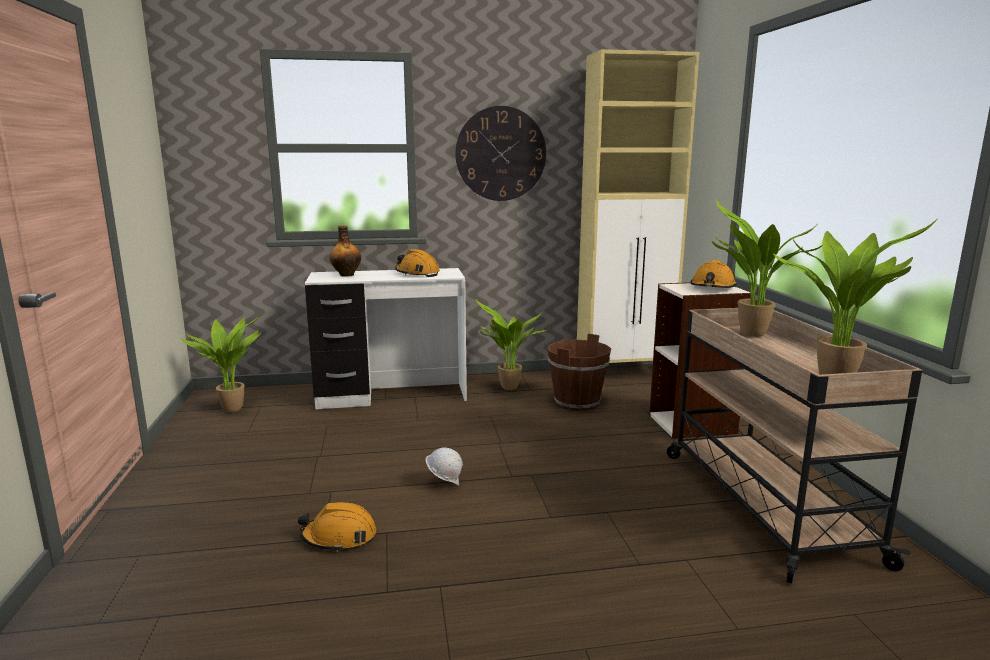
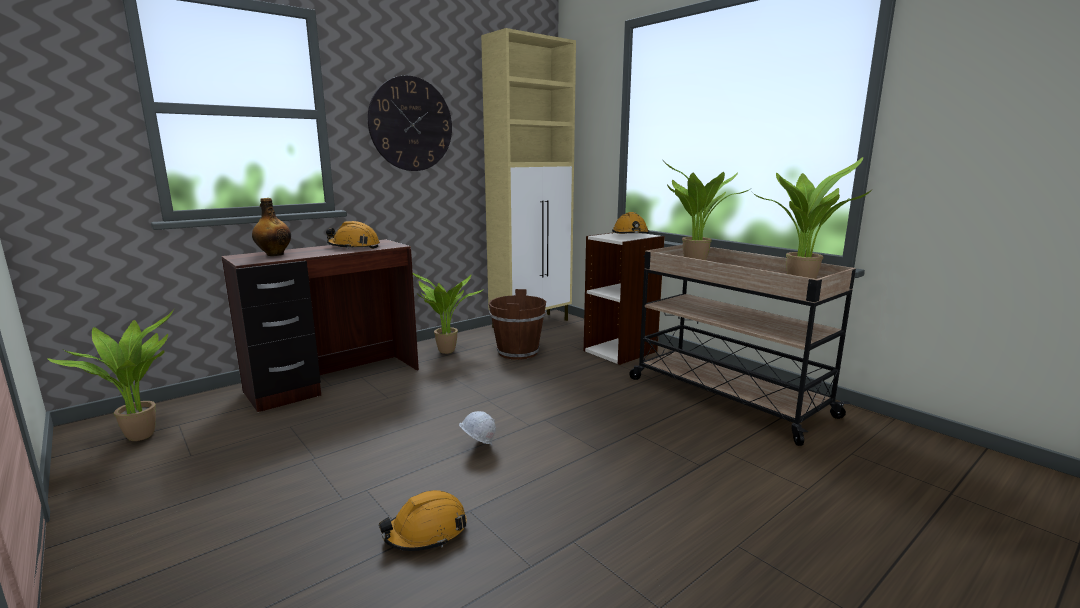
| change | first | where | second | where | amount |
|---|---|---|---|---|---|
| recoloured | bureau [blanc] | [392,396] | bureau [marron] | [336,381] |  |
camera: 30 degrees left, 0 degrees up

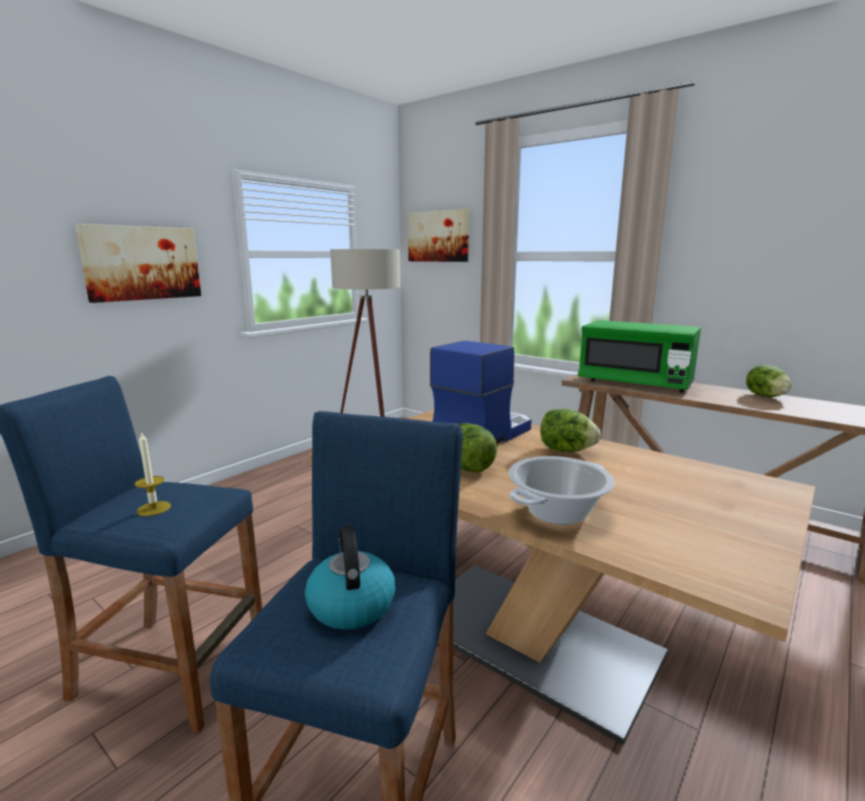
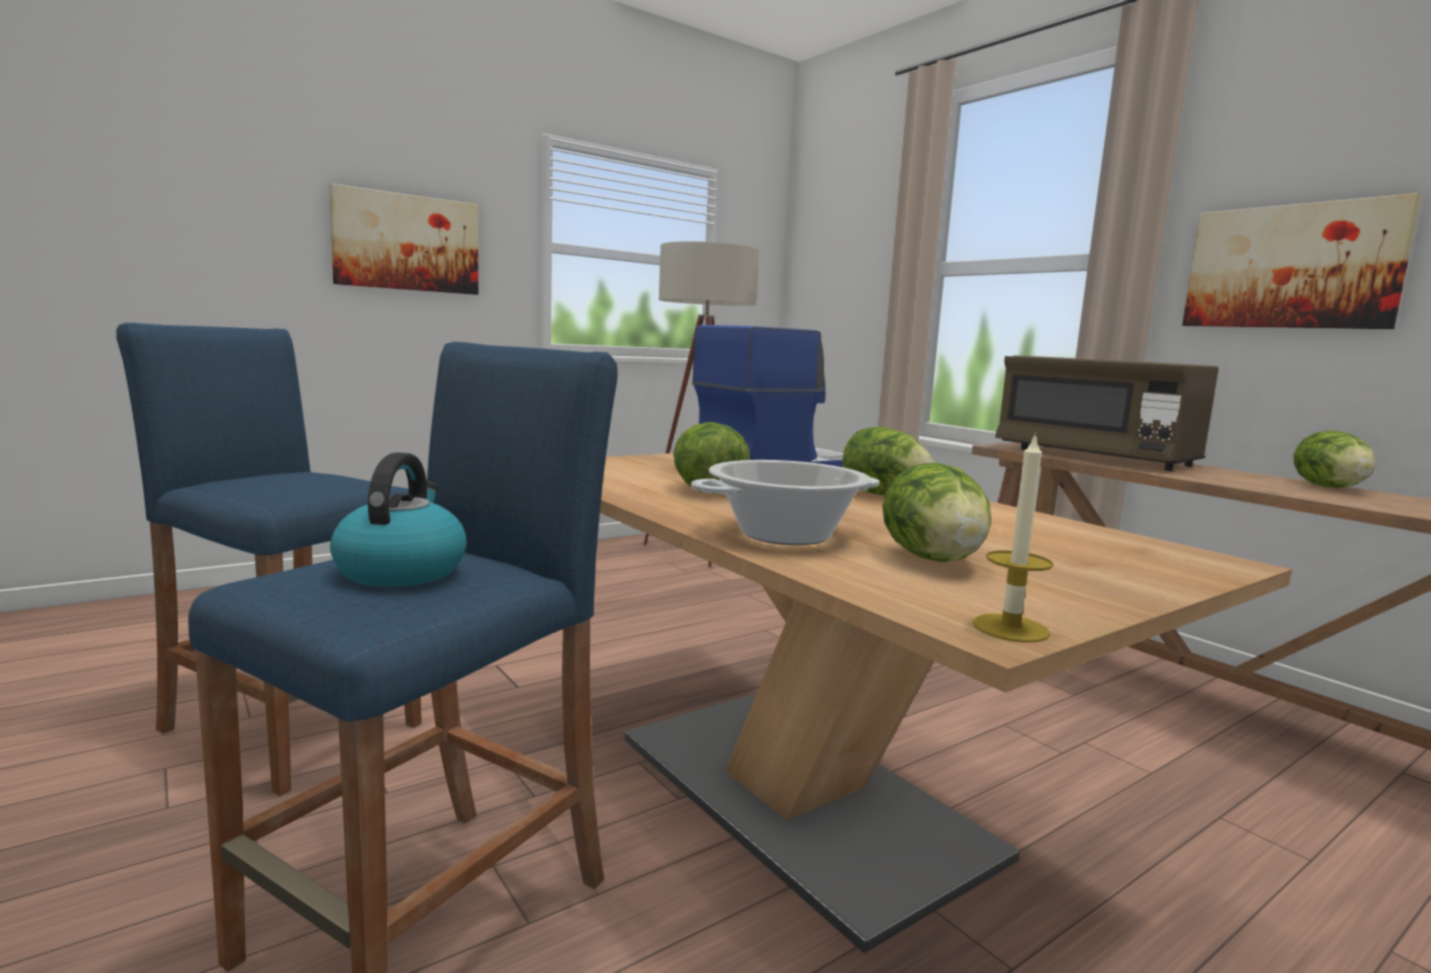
| change | first | where | second | where | amount |
|---|---|---|---|---|---|
| added |  |  | laitue | [933,559] |  |
| moved | bougie | [154,508] |  | [1010,628] |  |
| moved | tableau | [438,236] |  | [1292,267] |  |
| recoloured | micro-ondes [vert] | [635,383] | micro-ondes [marron] | [1095,457] |  |
camera: 15 degrees right, 5 degrees down

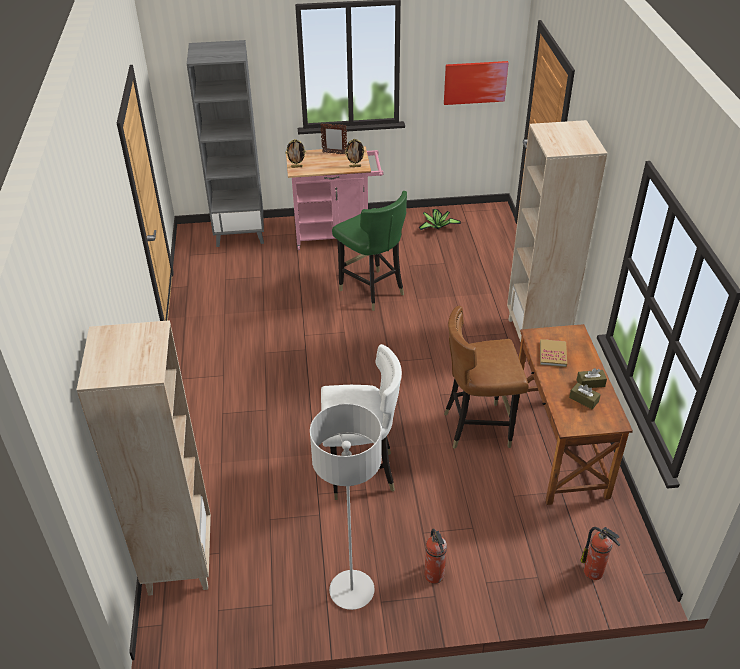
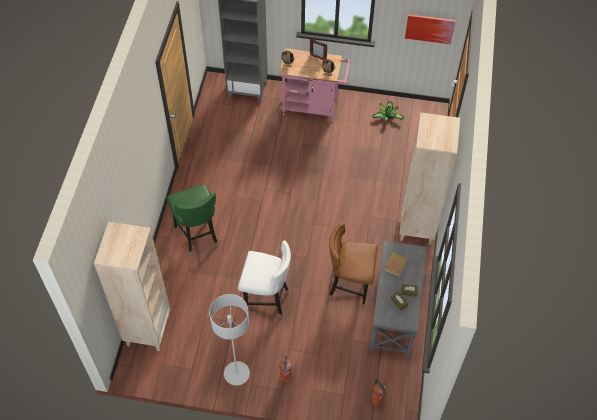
| change | first | where | second | where | amount |
|---|---|---|---|---|---|
| moved | chaise [vert] | [372,290] |  | [197,236] |  |
| recoloured | bureau [marron] | [559,447] | bureau [gris] | [394,314] |  |
camera: 15 degrees right, 15 degrees up

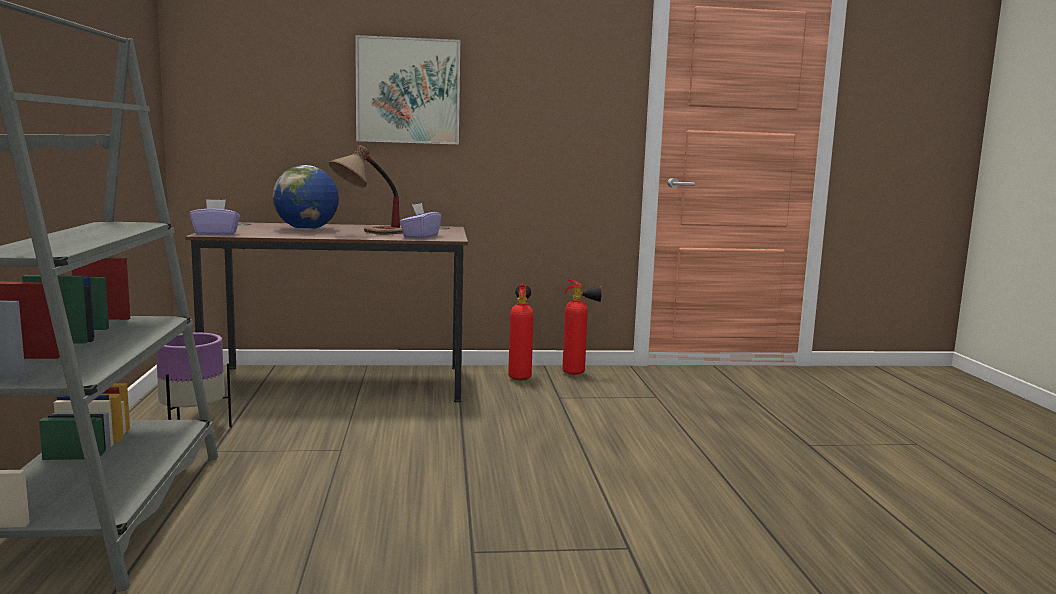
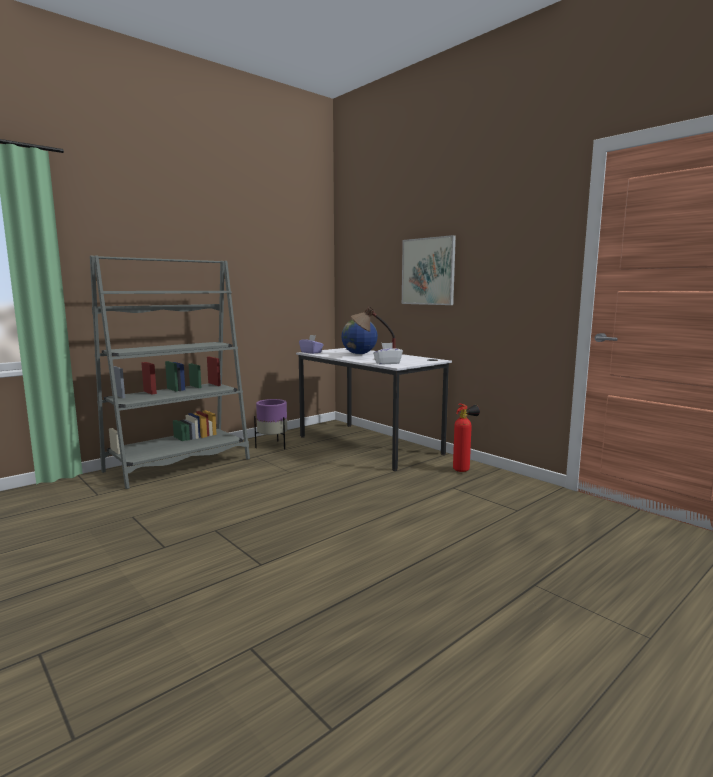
| change | first | where | second | where | amount |
|---|---|---|---|---|---|
| removed | extincteur | [579,373] |  |  |  |
| recoloured | bureau [marron] | [339,384] | bureau [blanc] | [369,445] |  |
| recoloured | boîte à mouchoirs [violet] | [420,236] | boîte à mouchoirs [blanc] | [387,363] |  |
camera: 55 degrees right, 0 degrees up

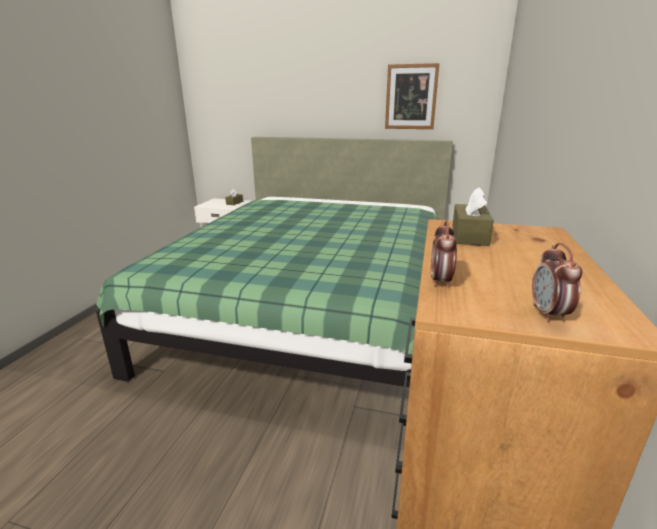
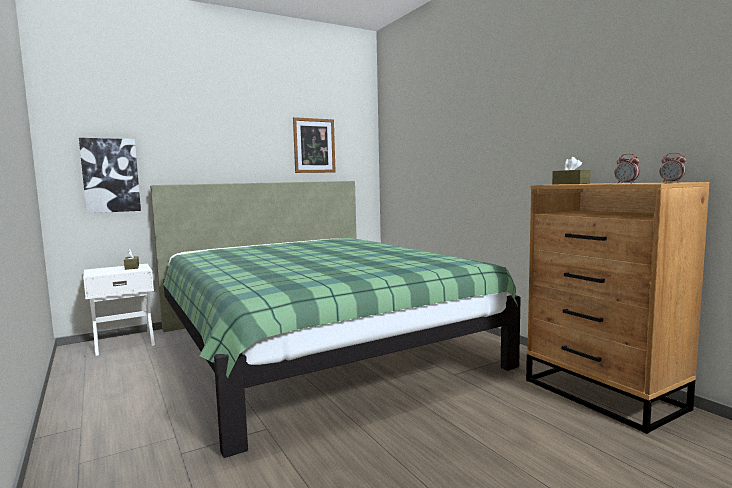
| change | first | where | second | where | amount |
|---|---|---|---|---|---|
| added |  |  | tableau | [110,175] |  |
camera: 45 degrees left, 15 degrees down

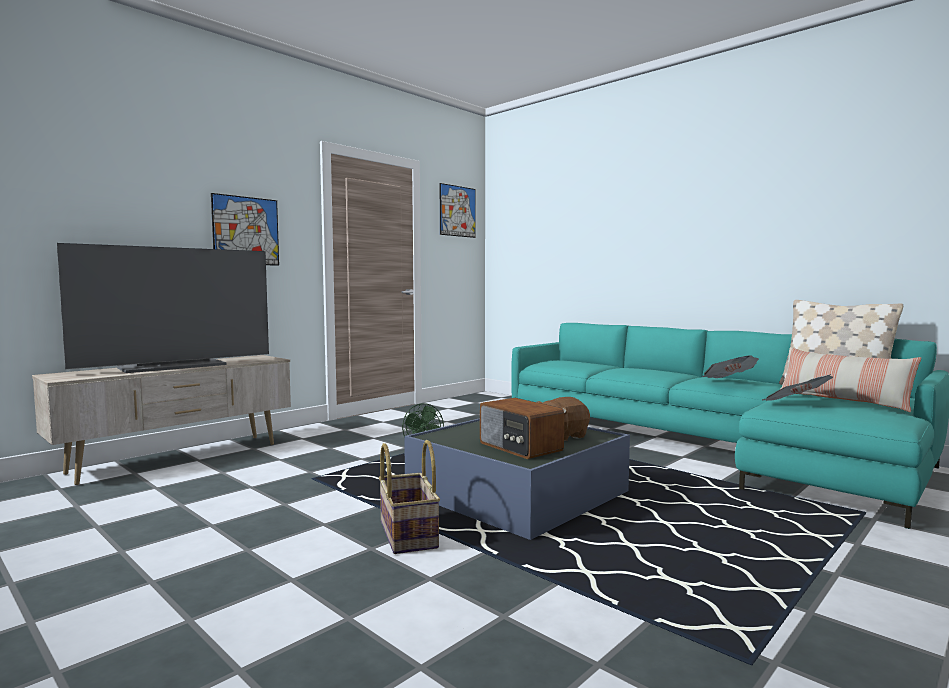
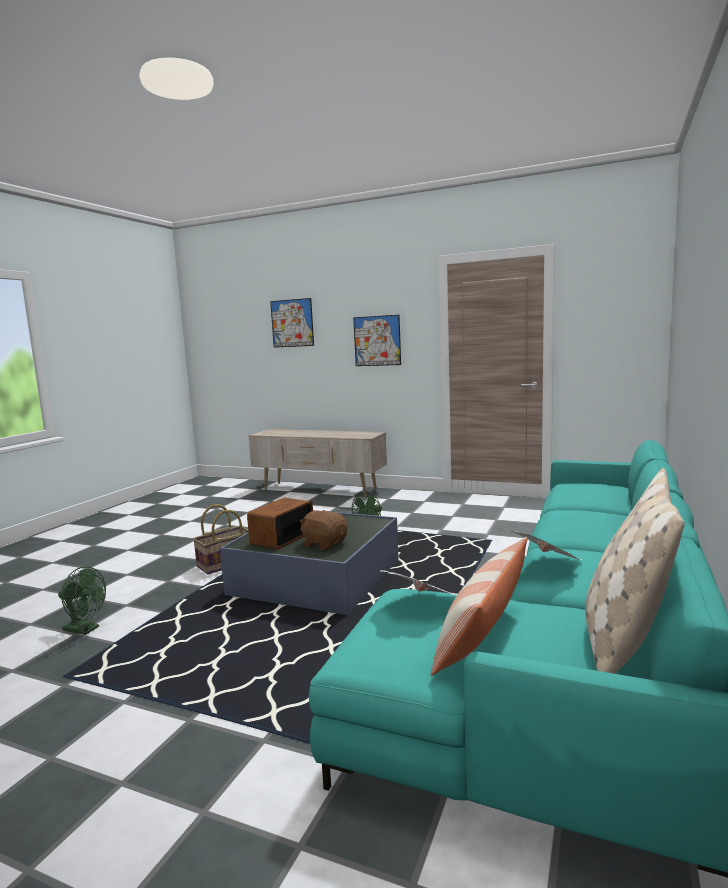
| change | first | where | second | where | amount |
|---|---|---|---|---|---|
| removed | téléviseur | [174,366] |  |  |  |
| added |  |  | ventilateur [vert] | [85,629] |  |
| moved | tableau | [457,211] |  | [292,323] |  |
camera: 70 degrees right, 5 degrees up

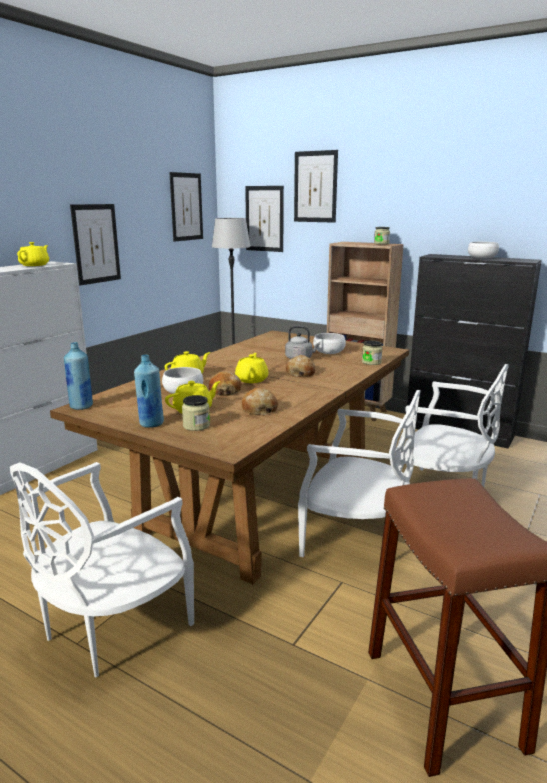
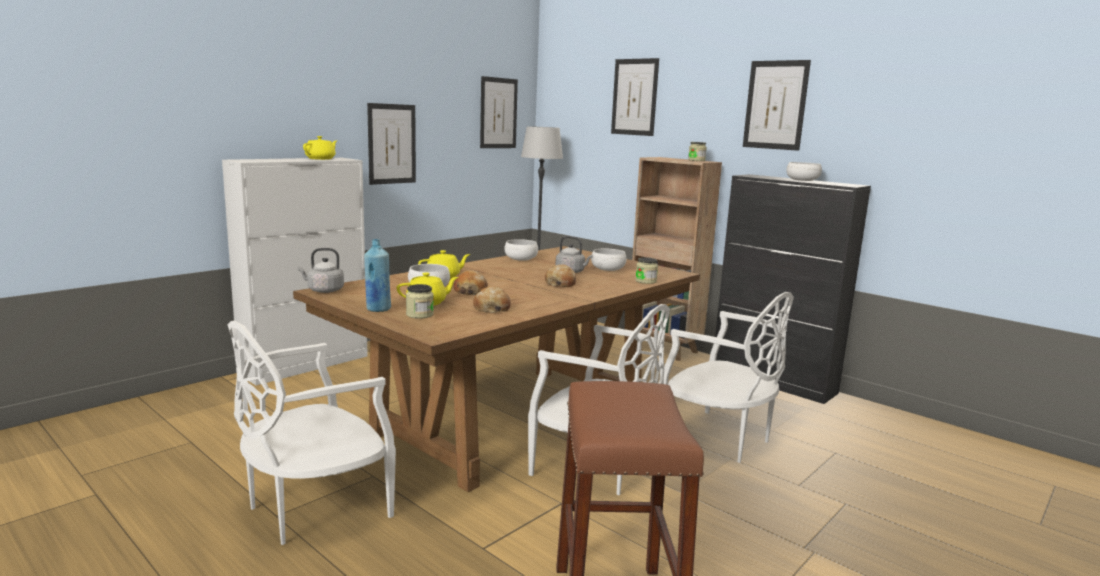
| change | first | where | second | where | amount |
|---|---|---|---|---|---|
| removed | théière [jaune] | [252,379] |  |  |  |
| added |  |  | bol [blanc] | [521,258] |  |
| moved | tableau | [264,219] |  | [775,105] |  |
| replaced | bouteille [bleu] | [81,406] | bouilloire [gris] | [323,290] |  |
camera: 10 degrees right, 5 degrees down

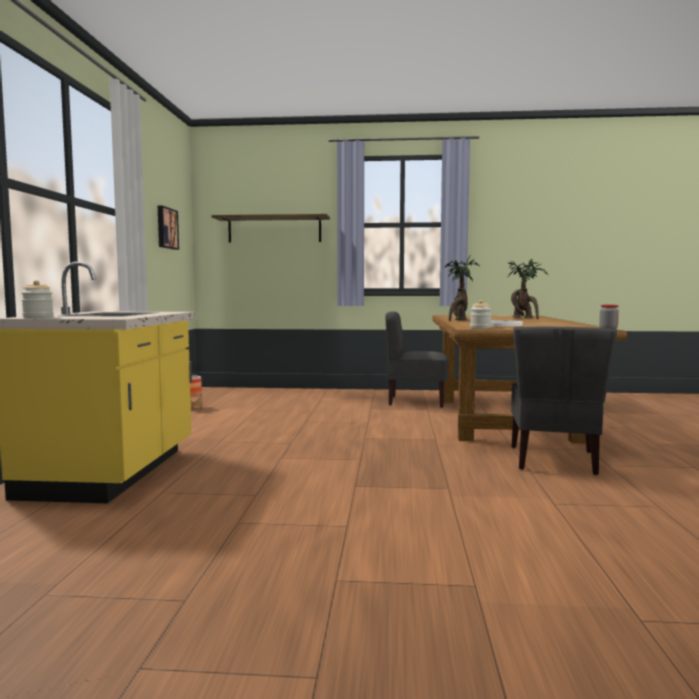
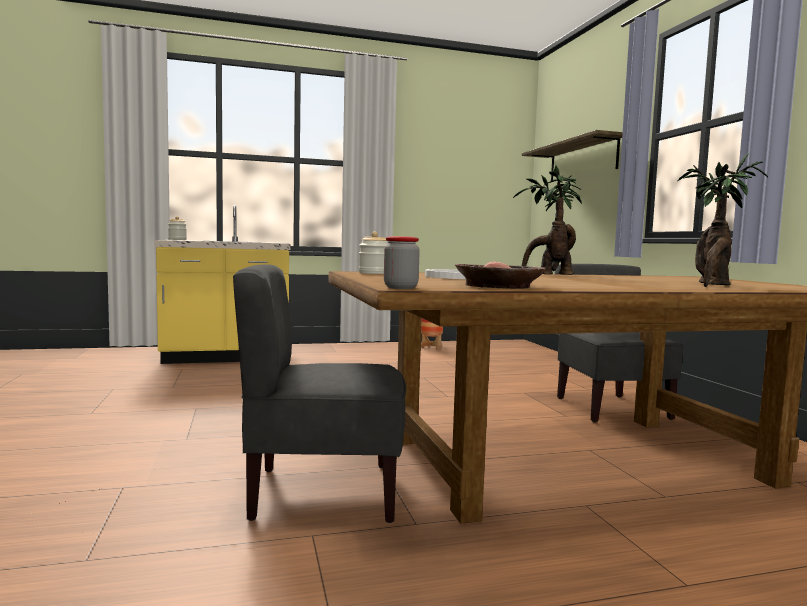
| change | first | where | second | where | amount |
|---|---|---|---|---|---|
| removed | tableau | [166,228] |  |  |  |
| added |  |  | bol | [499,286] |  |
camera: 70 degrees right, 0 degrees up

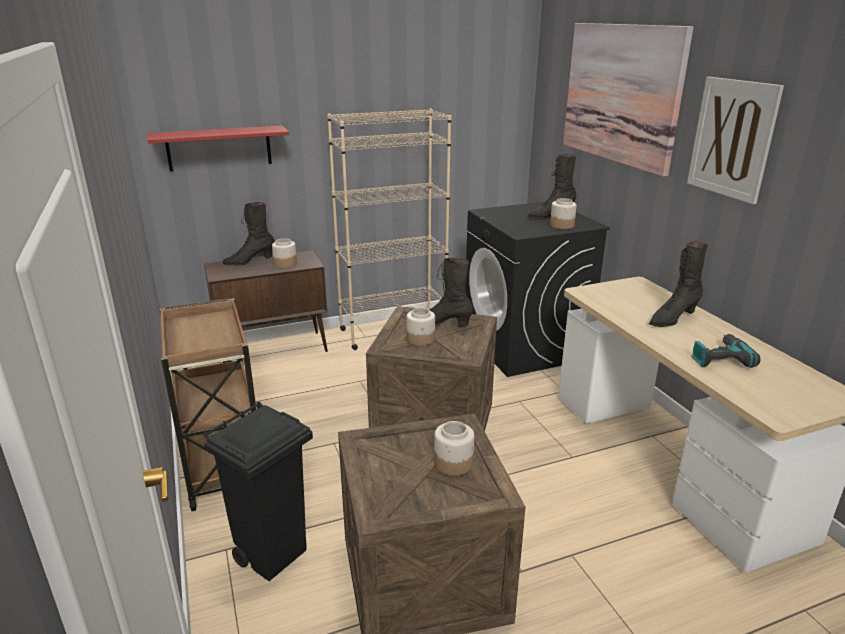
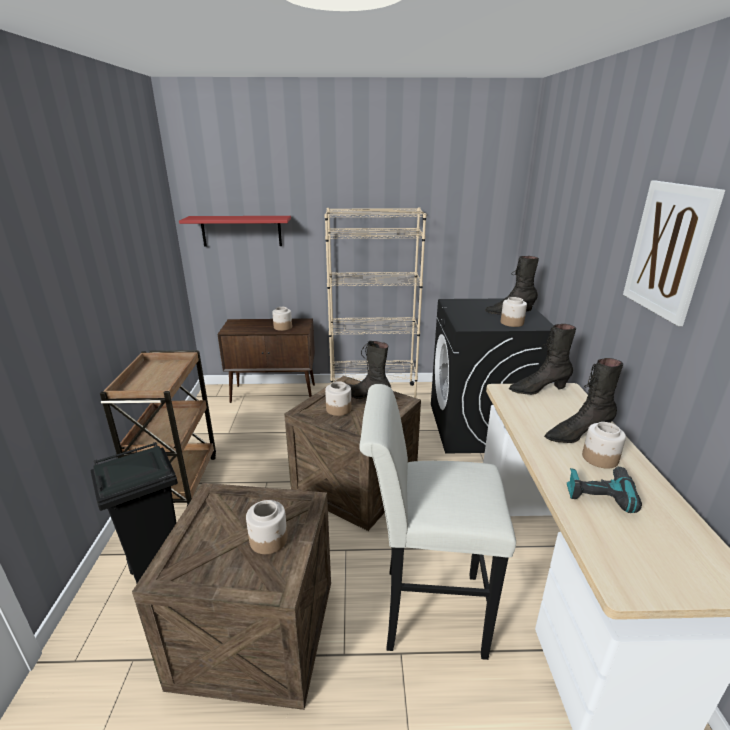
| change | first | where | second | where | amount |
|---|---|---|---|---|---|
| removed | tableau | [621,94] |  |  |  |
| added |  |  | tabouret [blanc] | [424,609] |  |
| added |  |  | bocal | [599,458] |  |
| moved | botte [noir] | [249,261] |  | [538,390] |  |
camera: 20 degrees right, 0 degrees up

